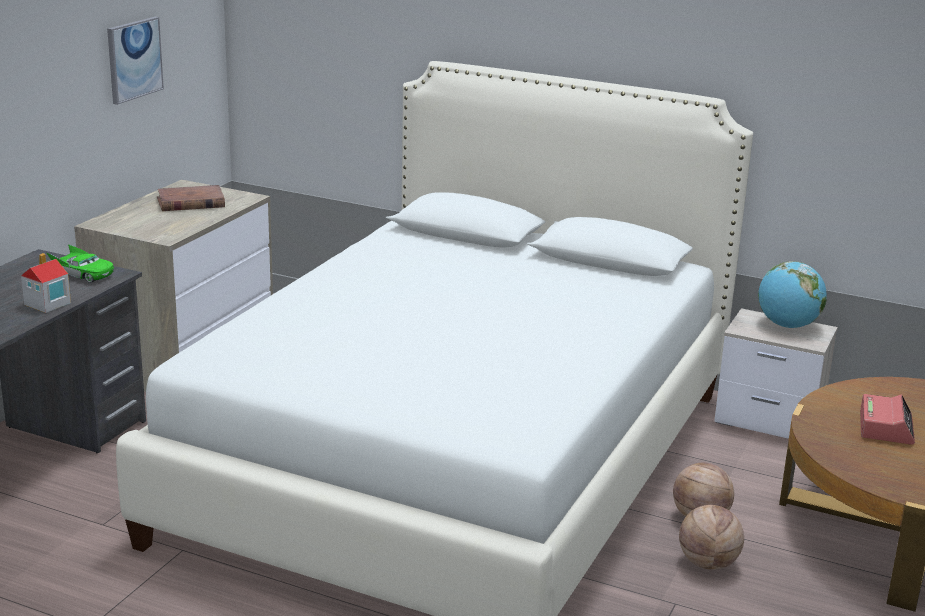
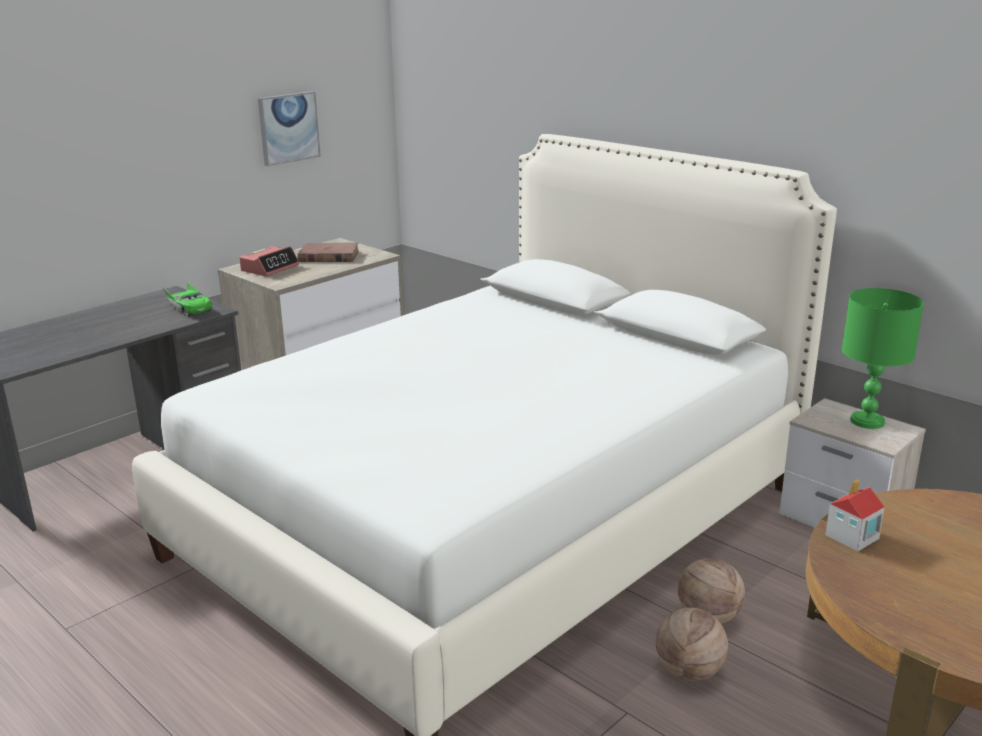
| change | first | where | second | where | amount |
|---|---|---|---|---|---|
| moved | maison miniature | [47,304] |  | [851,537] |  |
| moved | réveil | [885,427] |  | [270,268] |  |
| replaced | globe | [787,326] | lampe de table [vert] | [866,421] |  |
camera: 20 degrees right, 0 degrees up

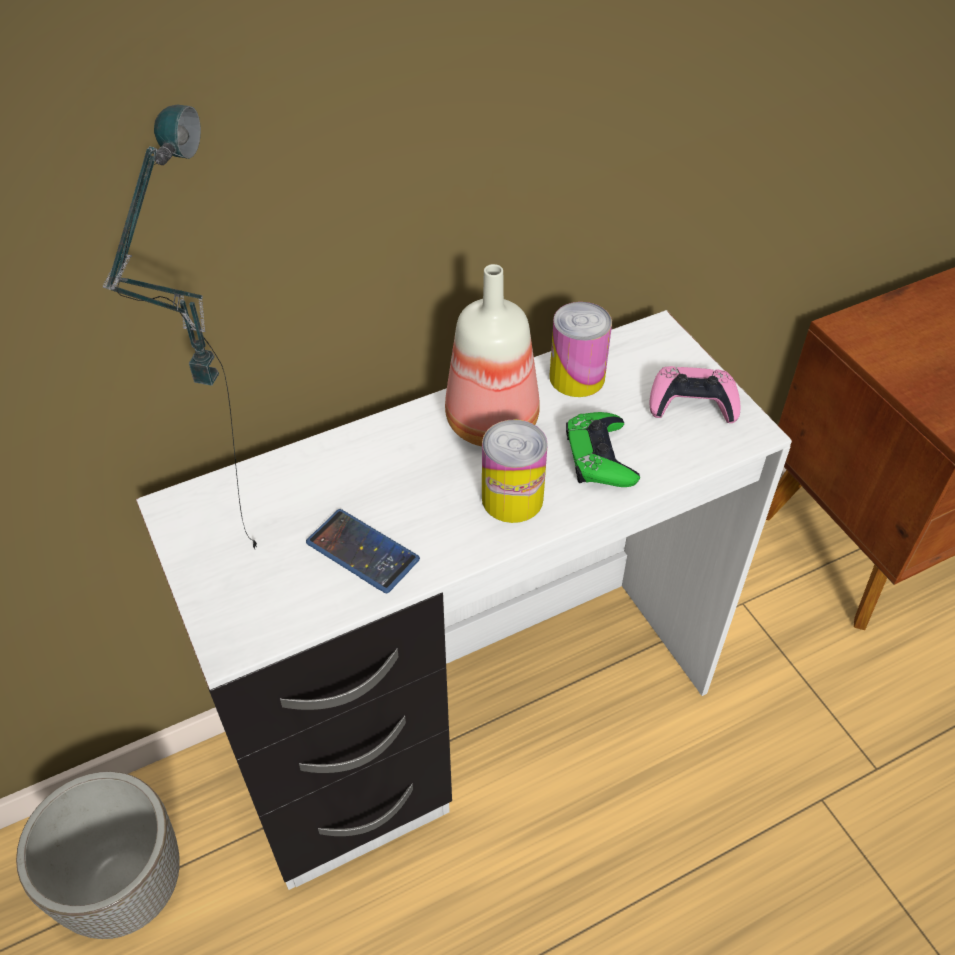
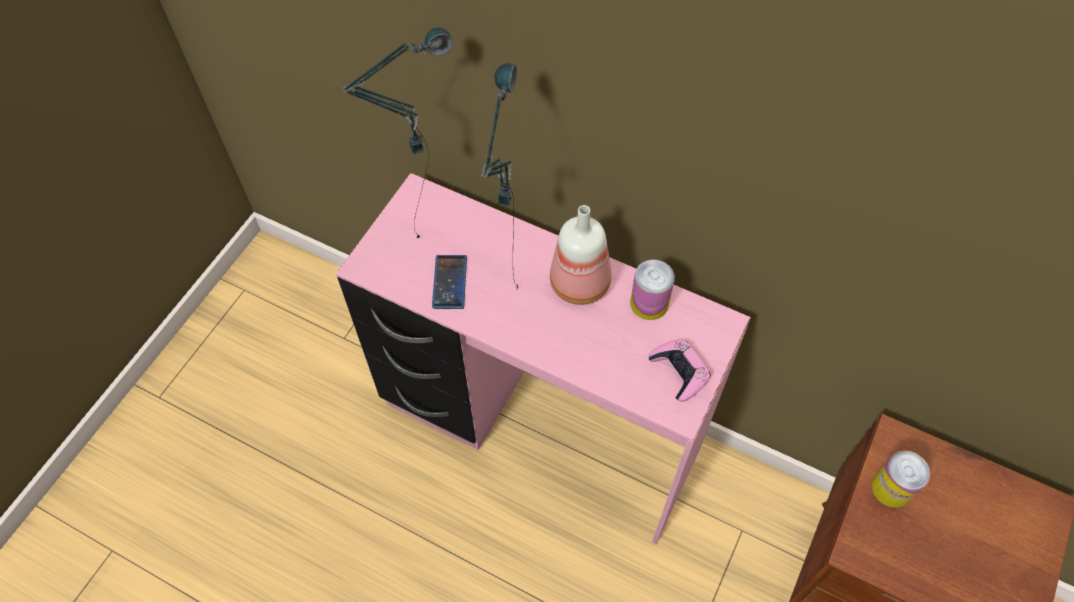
| change | first | where | second | where | amount |
|---|---|---|---|---|---|
| removed | cache-pot | [127,886] |  |  |  |
| removed | manette [vert] | [600,457] |  |  |  |
| added |  |  | lampe de table | [508,275] |  |
| moved | boîte métallique | [512,498] |  | [891,488] |  |
| recoloured | bureau [blanc] | [476,722] | bureau [rose] | [540,429] |  |
camera: 55 degrees right, 10 degrees up

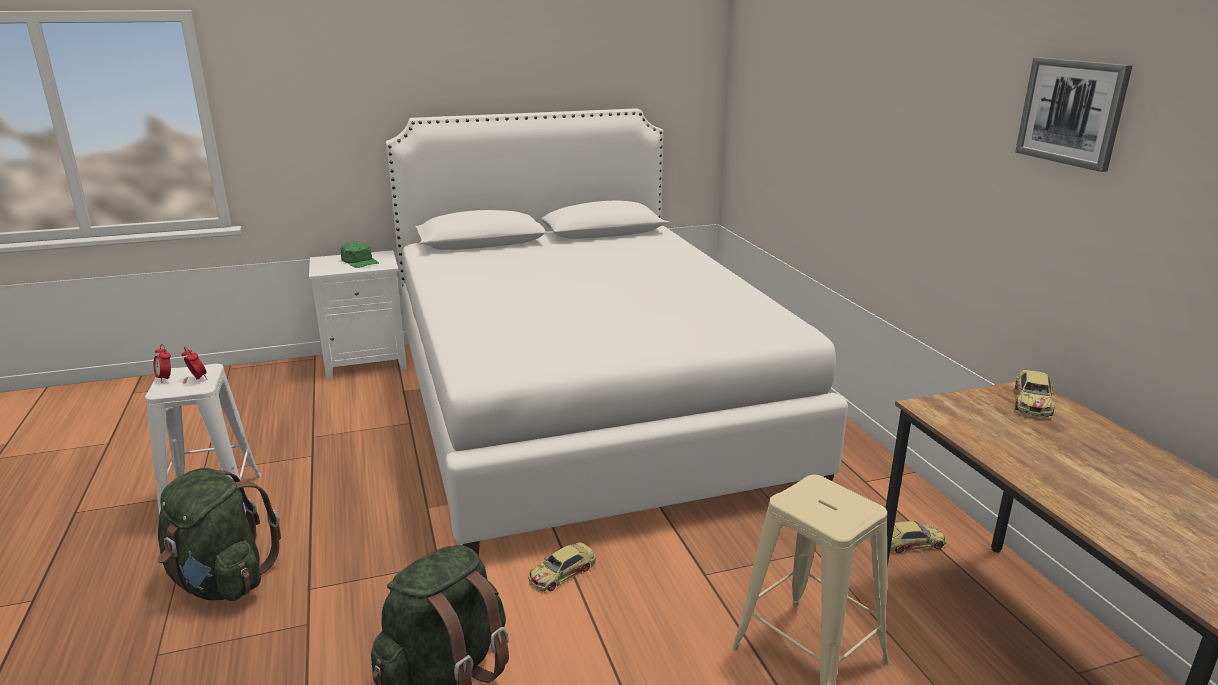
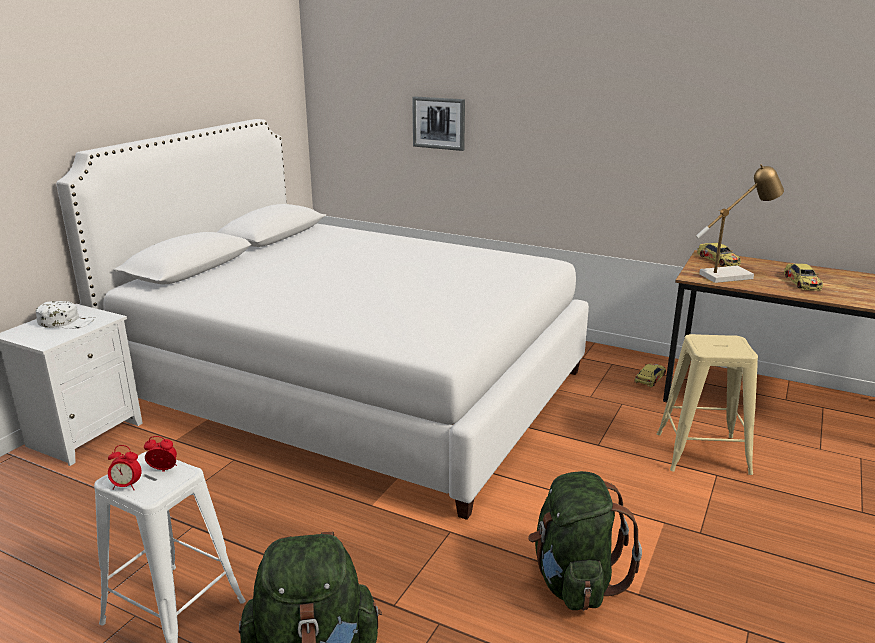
| change | first | where | second | where | amount |
|---|---|---|---|---|---|
| added |  |  | lampe de table | [731,275] |  |
| moved | petite voiture | [561,573] |  | [802,282] |  |
| moved | tableau | [1072,112] |  | [439,123] |  |
| recoloured | casquette [vert] | [360,261] | casquette [blanc] | [67,322] |  |
camera: 45 degrees left, 0 degrees up

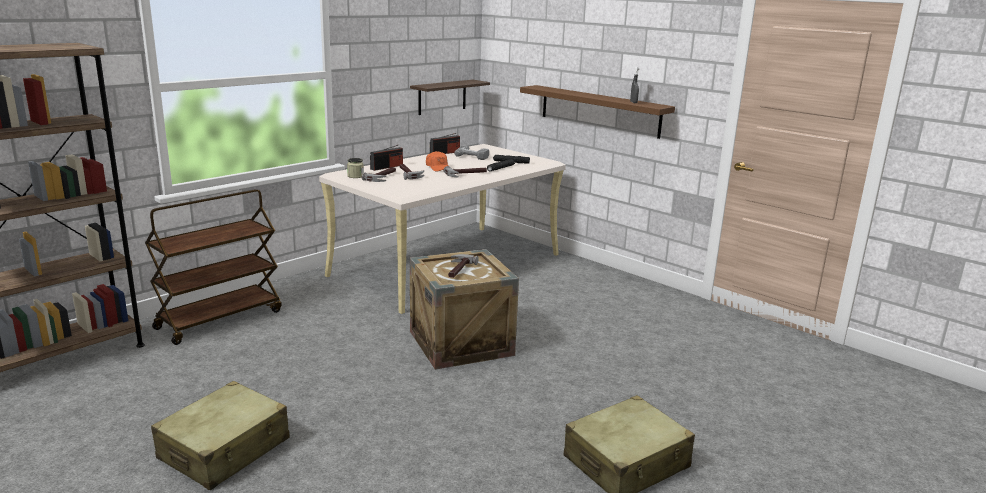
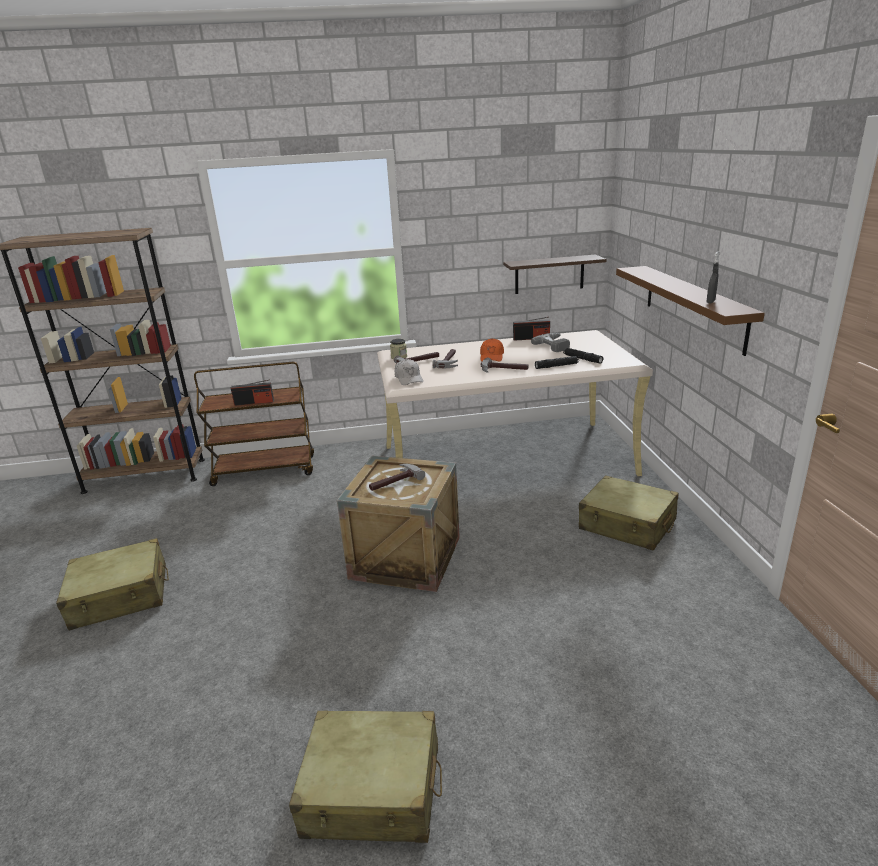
| change | first | where | second | where | amount |
|---|---|---|---|---|---|
| added |  |  | casquette [blanc] | [409,378] |  |
| added |  |  | valise [beige] | [627,525] |  |
| moved | radio | [387,167] |  | [254,402] |  |
camera: 40 degrees right, 5 degrees up

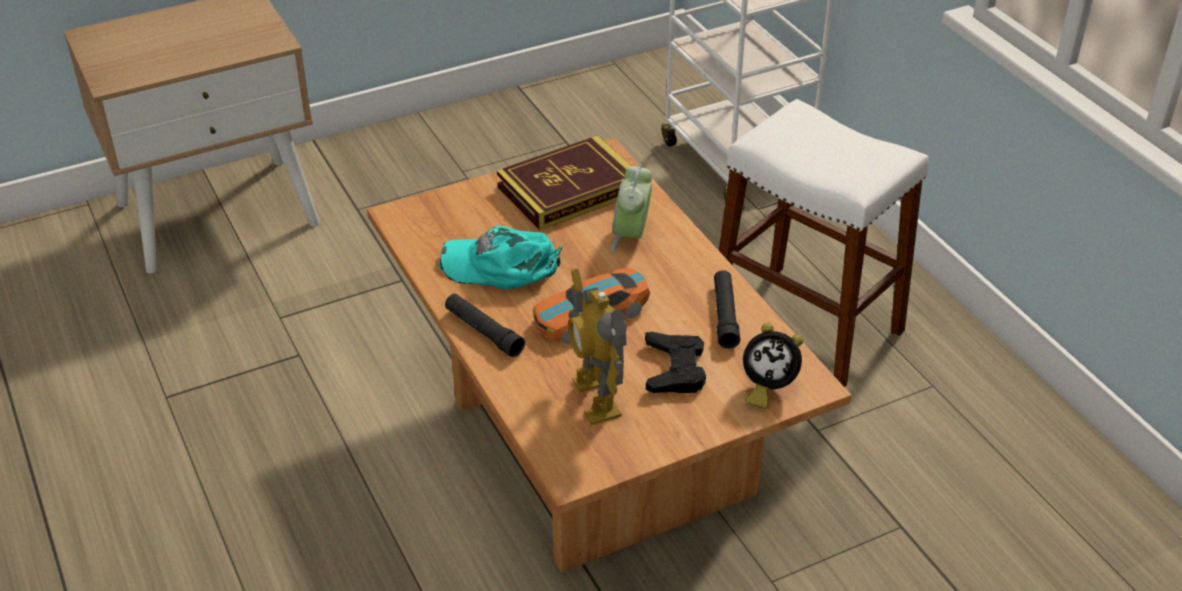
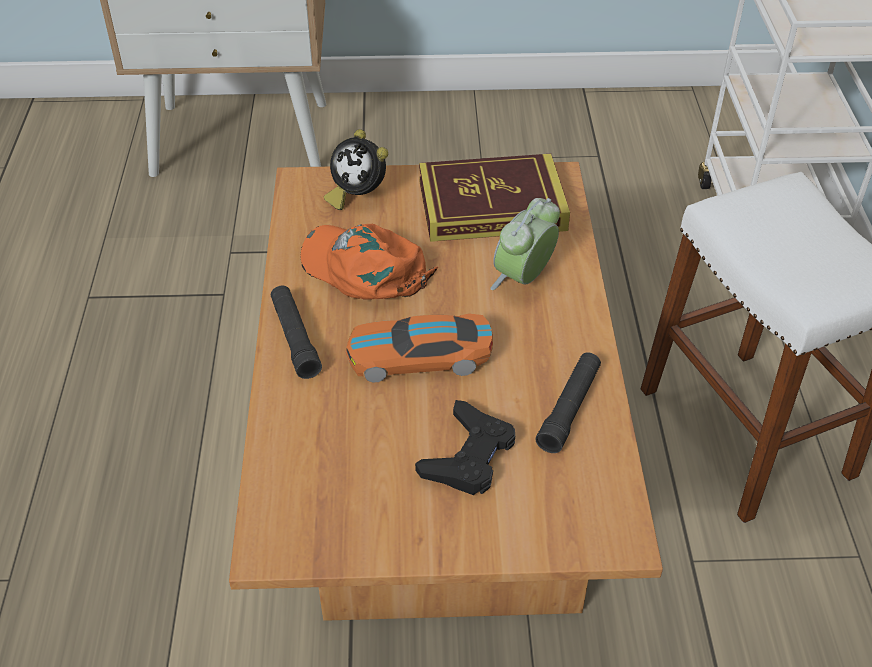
| change | first | where | second | where | amount |
|---|---|---|---|---|---|
| removed | robot jouet | [595,398] |  |  |  |
| moved | réveil | [766,388] |  | [357,195] |  |
| recoloured | casquette [turquoise] | [501,265] | casquette [orange] | [365,269] |  |
camera: 25 degrees right, 5 degrees up

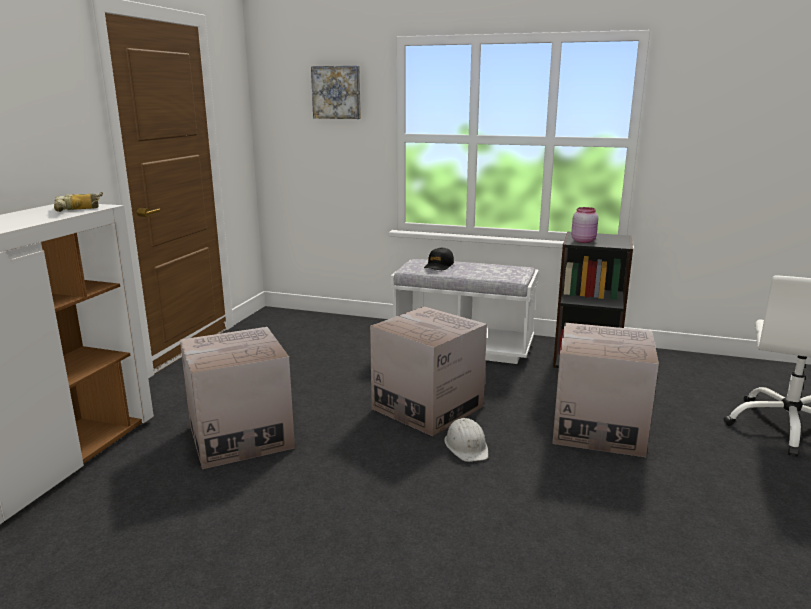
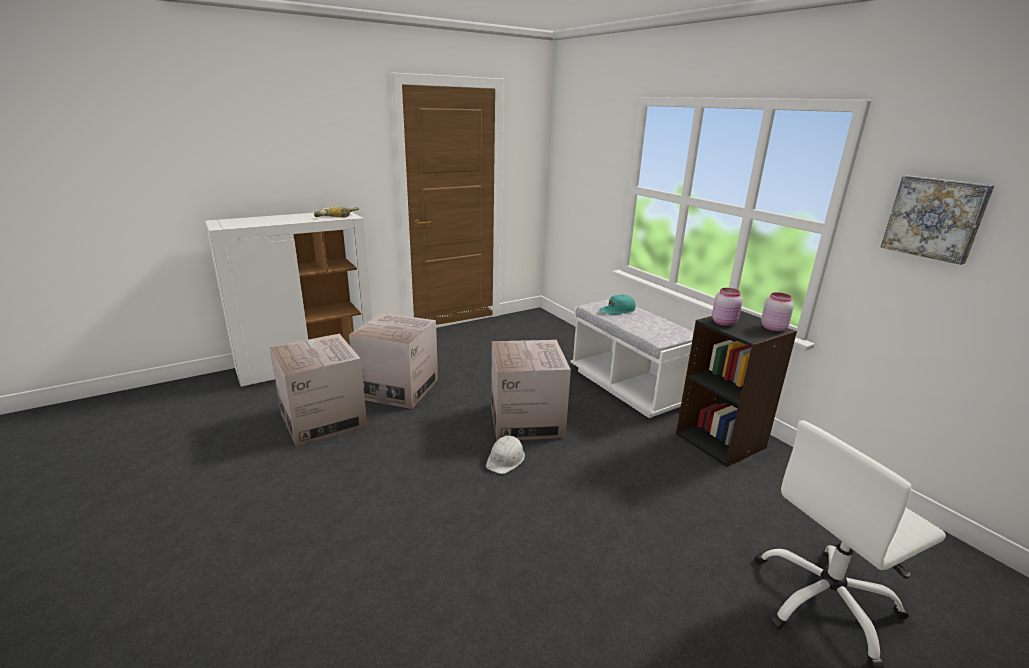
| change | first | where | second | where | amount |
|---|---|---|---|---|---|
| added |  |  | bocal [rose] | [773,327] |  |
| moved | tableau | [337,92] |  | [935,218] |  |
| moved | carton | [598,428] |  | [323,419] |  |
| recoloured | casquette [noir] | [439,266] | casquette [turquoise] | [617,310] |  |
camera: 40 degrees right, 5 degrees up

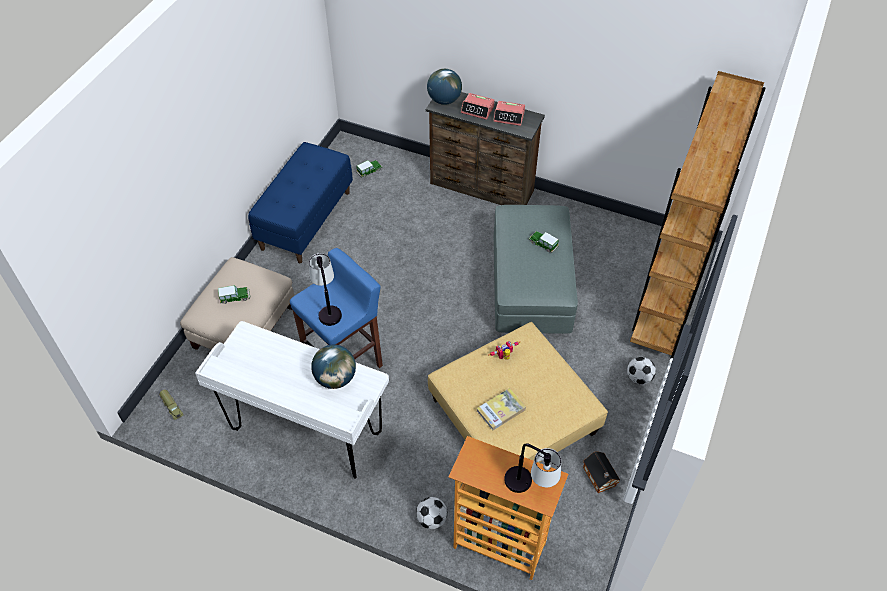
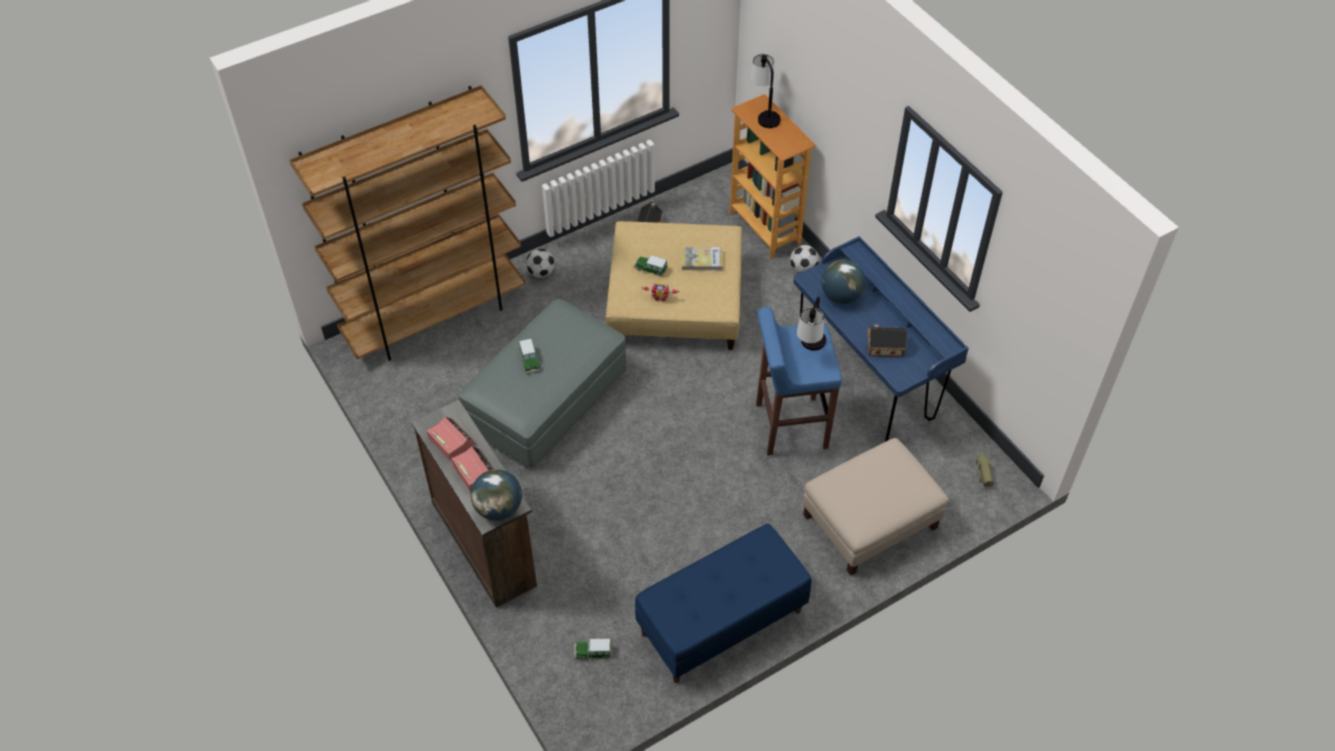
| change | first | where | second | where | amount |
|---|---|---|---|---|---|
| added |  |  | maison miniature | [883,347] |  |
| moved | petite voiture | [235,297] |  | [650,269] |  |
| recoloured | bureau [blanc] | [306,432] | bureau [bleu] | [865,383] |  |
camera: 145 degrees left, 0 degrees up

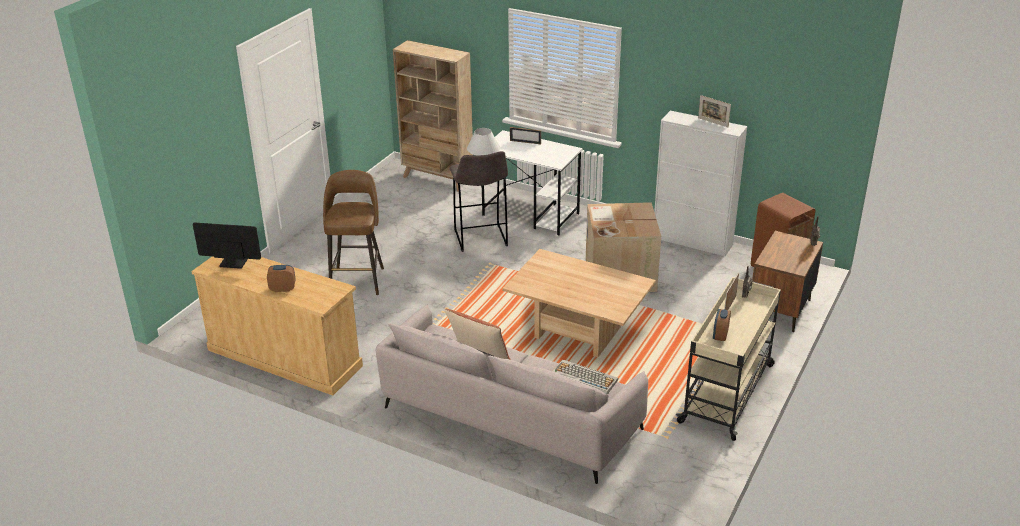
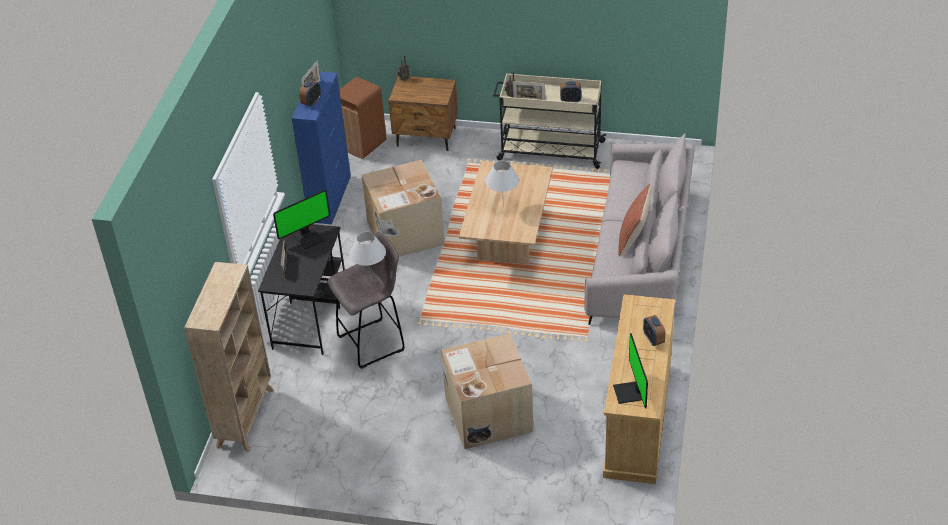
| change | first | where | second | where | amount |
|---|---|---|---|---|---|
| removed | clavier | [583,378] |  |  |  |
| added |  |  | écran d'ordinateur | [309,238] |  |
| added |  |  | réveil | [311,102] |  |
| added |  |  | lampe de table [blanc] | [503,207] |  |
| replaced | tabouret [marron] | [357,280] | carton | [487,414] |  |
| recoloured | bureau [blanc] | [531,214] | bureau [noir] | [310,317] |  |
| recoloured | meuble de rangement [blanc] | [692,241] | meuble de rangement [bleu] | [330,198] |  |
camera: 105 degrees left, 10 degrees up

